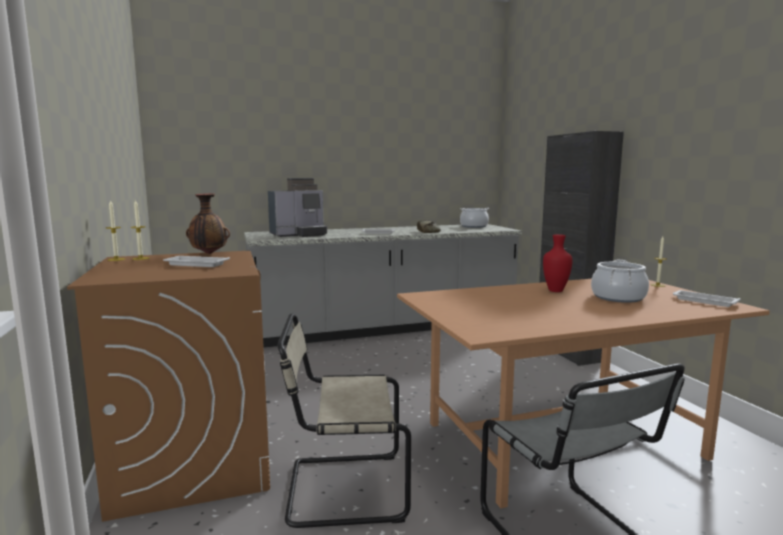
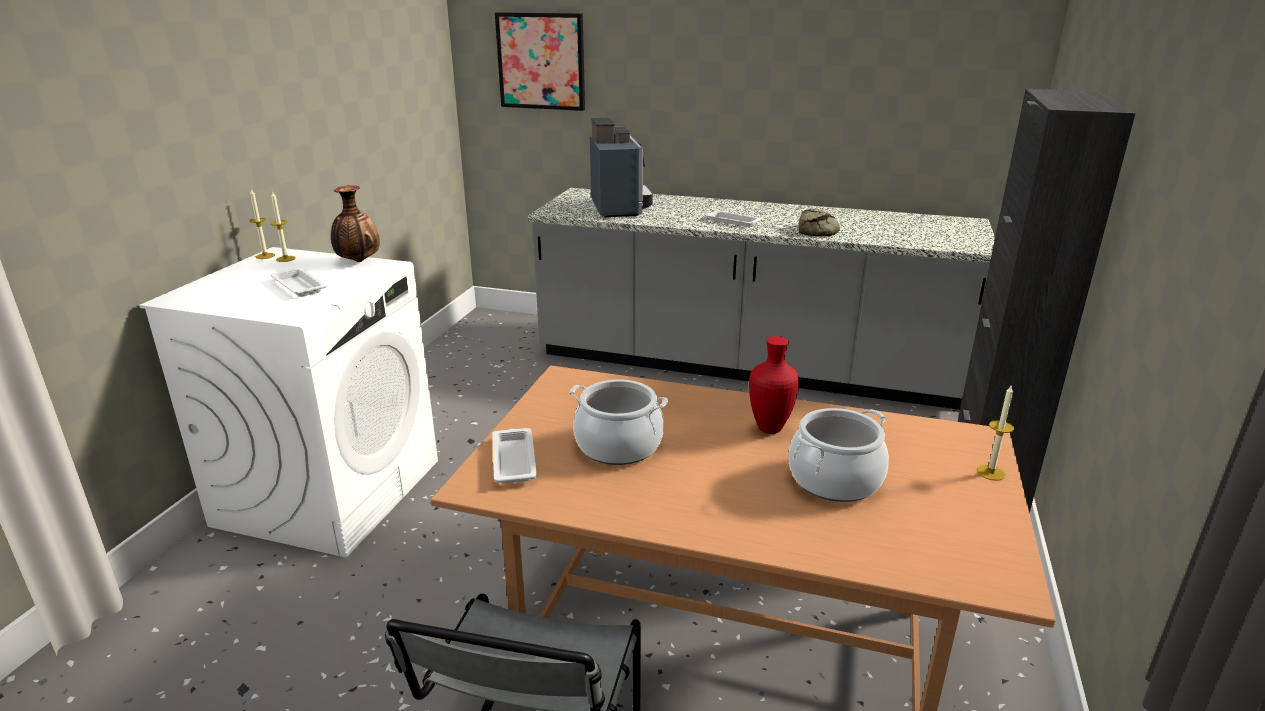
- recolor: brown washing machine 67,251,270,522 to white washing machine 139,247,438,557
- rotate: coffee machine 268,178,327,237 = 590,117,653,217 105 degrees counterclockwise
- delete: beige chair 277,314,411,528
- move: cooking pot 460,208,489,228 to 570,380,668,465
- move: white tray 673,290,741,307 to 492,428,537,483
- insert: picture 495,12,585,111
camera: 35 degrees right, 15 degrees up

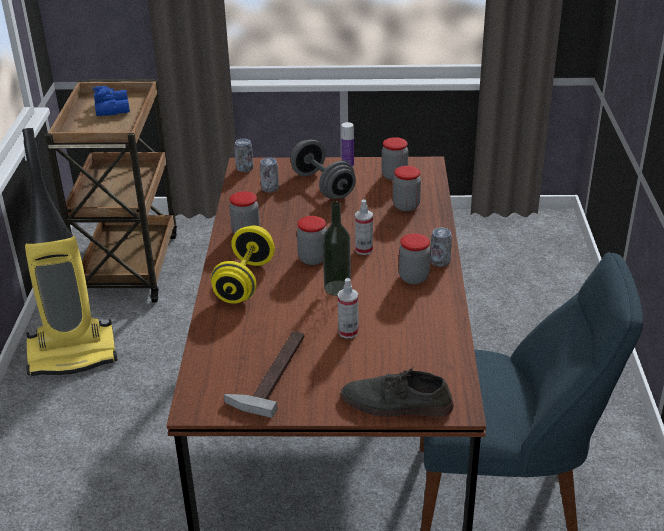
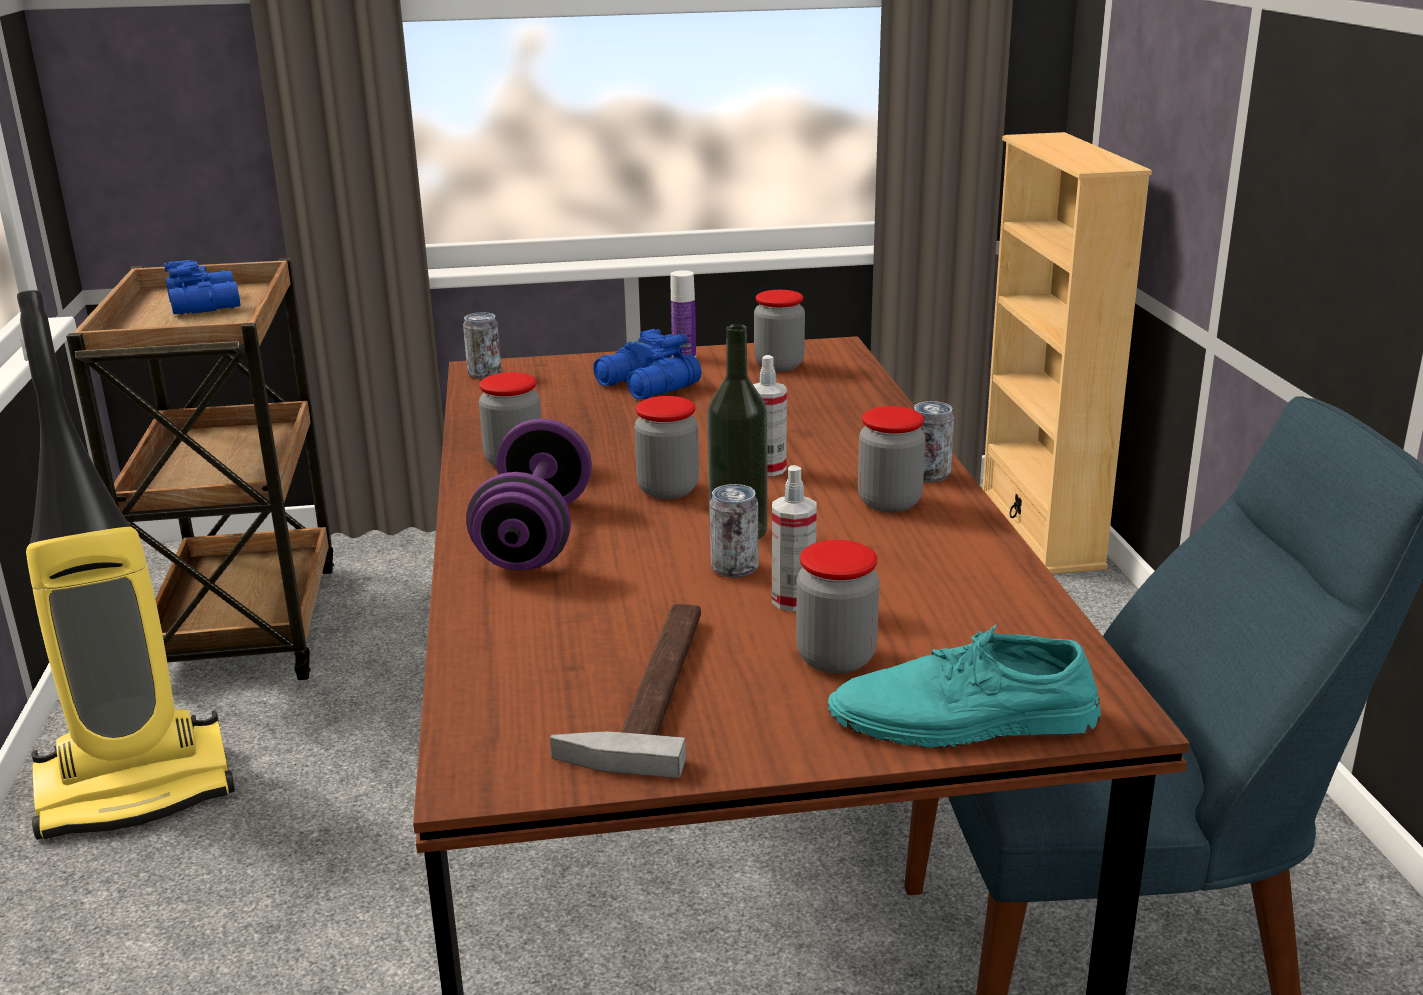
- recolor: yellow dumbbell 211,225,275,304 to purple dumbbell 466,418,592,570
- move: can 260,158,279,193 to 710,484,758,578
- replace: grey dumbbell 290,140,356,199 to blue binoculars 593,329,702,399
- recolor: grey shoe 341,367,454,417 to turquoise shoe 828,625,1101,748
- move: jar 393,166,421,211 to 796,540,880,674
- insert: beige bookcase 983,132,1152,574
camera: 10 degrees left, 10 degrees down

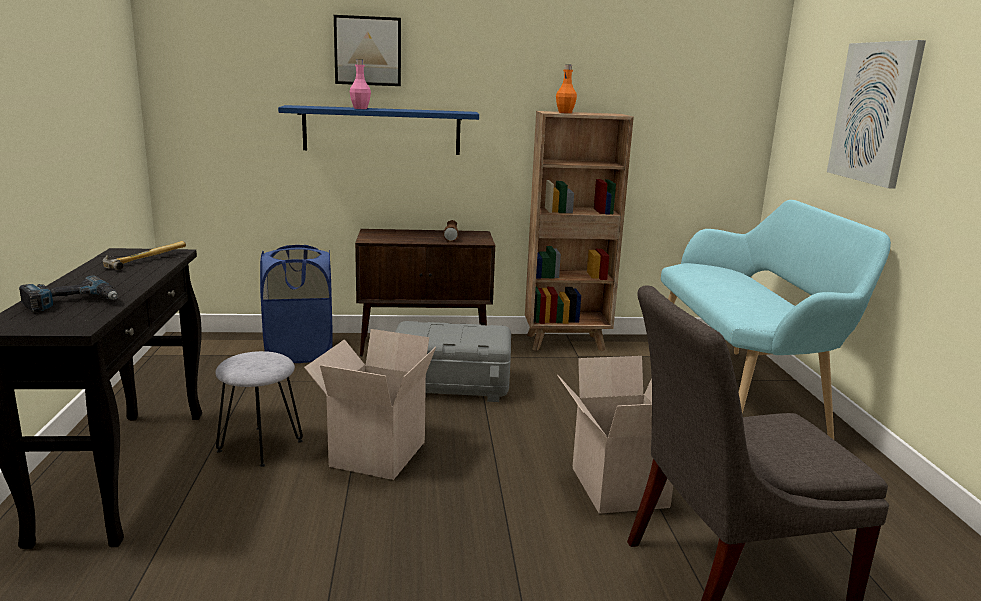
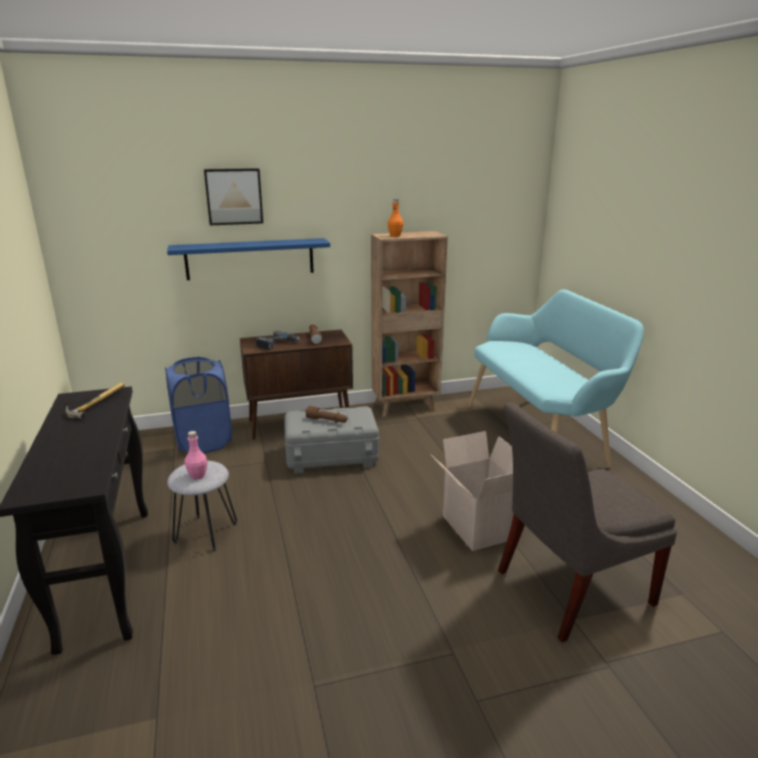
- move: power drill 19,275,118,312 to 256,331,301,350
- delete: cardboard box 304,329,436,480
- move: pink bottle 350,59,371,109 to 184,431,207,480
- delete: picture 827,40,926,189
- insert: brown flashlight 305,406,348,423
camera: 10 degrees left, 5 degrees up

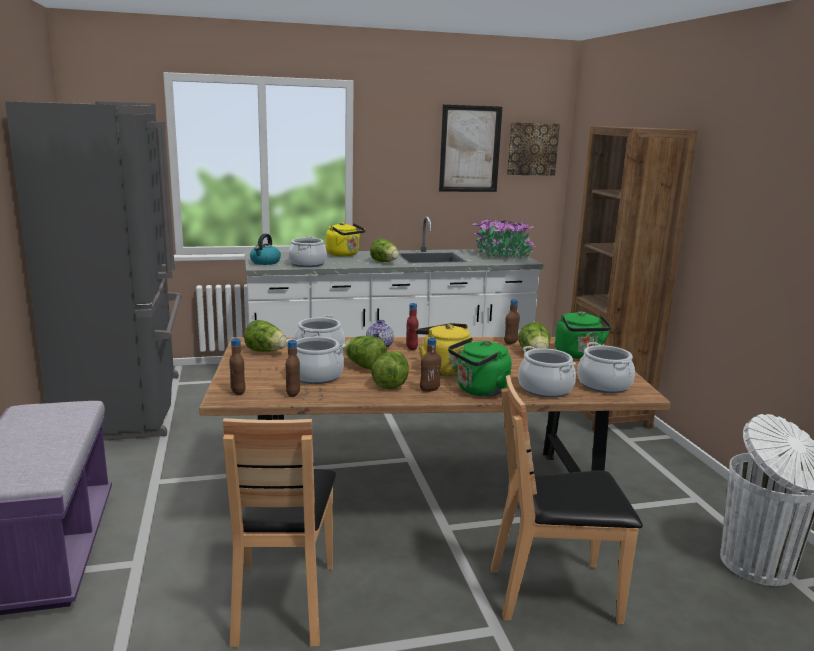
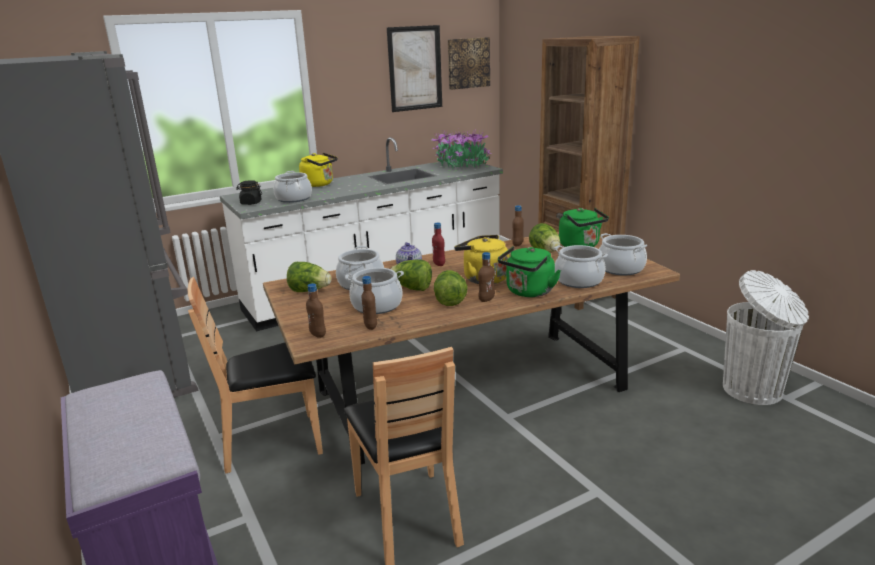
- replace: kettle 250,234,281,265 to black jar 236,180,262,205
- delete: lettuce 370,238,399,262
- move: brown chair 491,375,643,624 to 187,277,323,473
camera: 15 degrees left, 5 degrees up

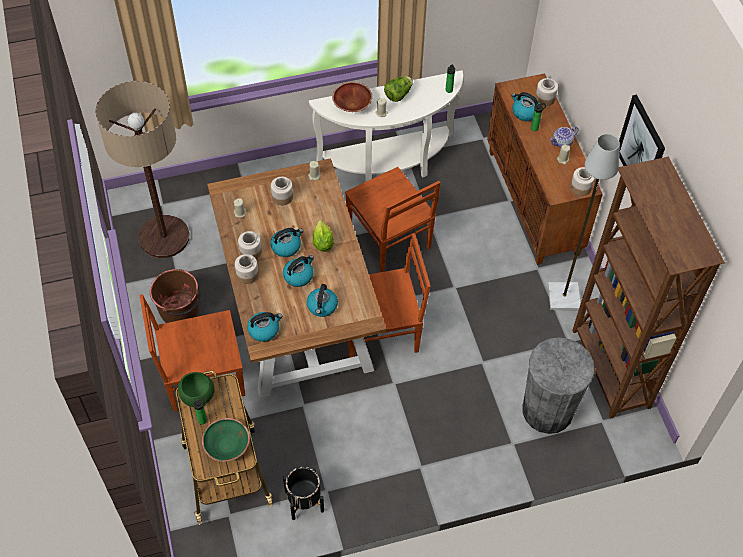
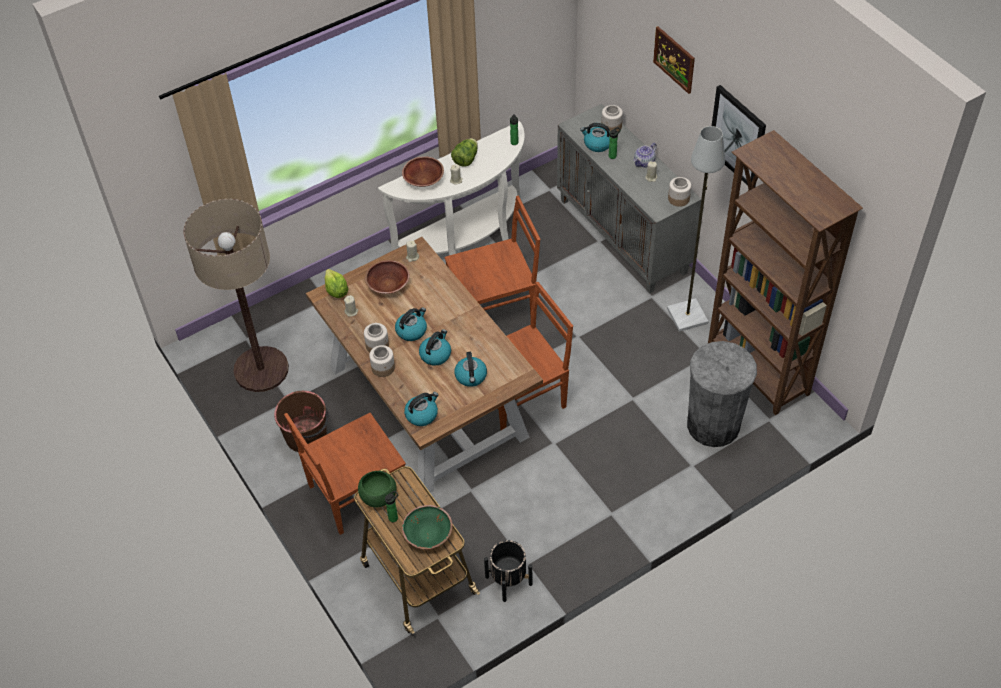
- replace: jar 271,177,293,205 to brown bowl 365,260,410,294
- move: lettuce 312,220,334,252 to 324,269,348,298
- rotate: brown chair 345,167,440,272 = 445,196,540,317 60 degrees counterclockwise
- recolor: brown cabinet 487,73,603,265 to grey cabinet 557,104,701,293
- insert: picture 653,26,695,94
camera: 15 degrees left, 5 degrees down

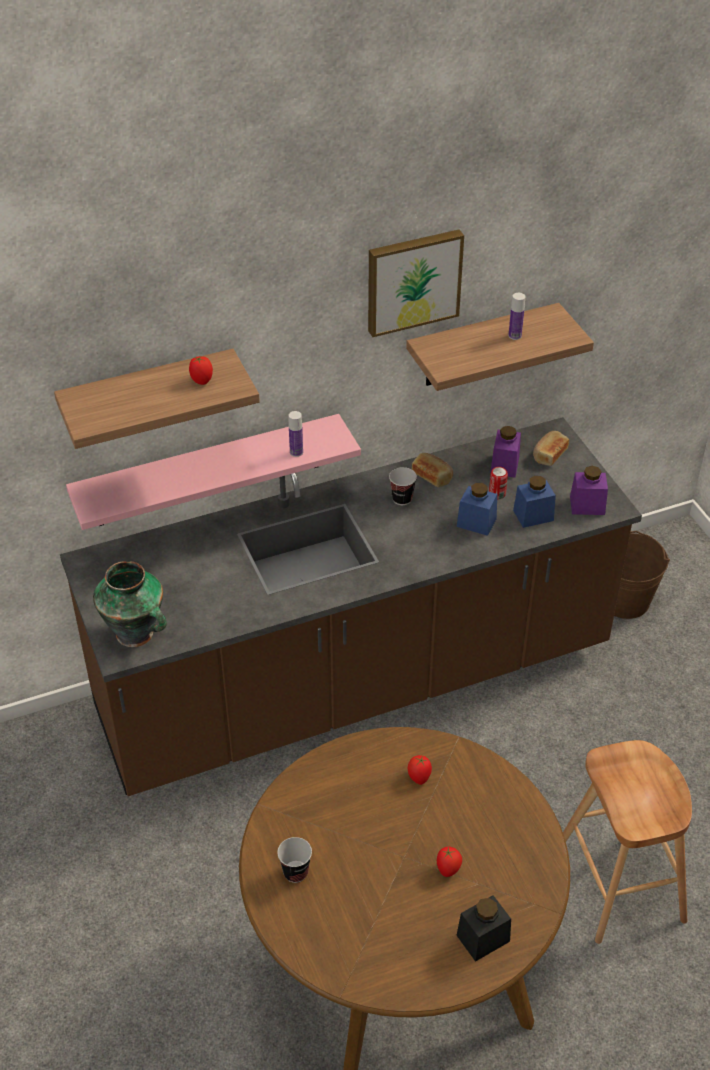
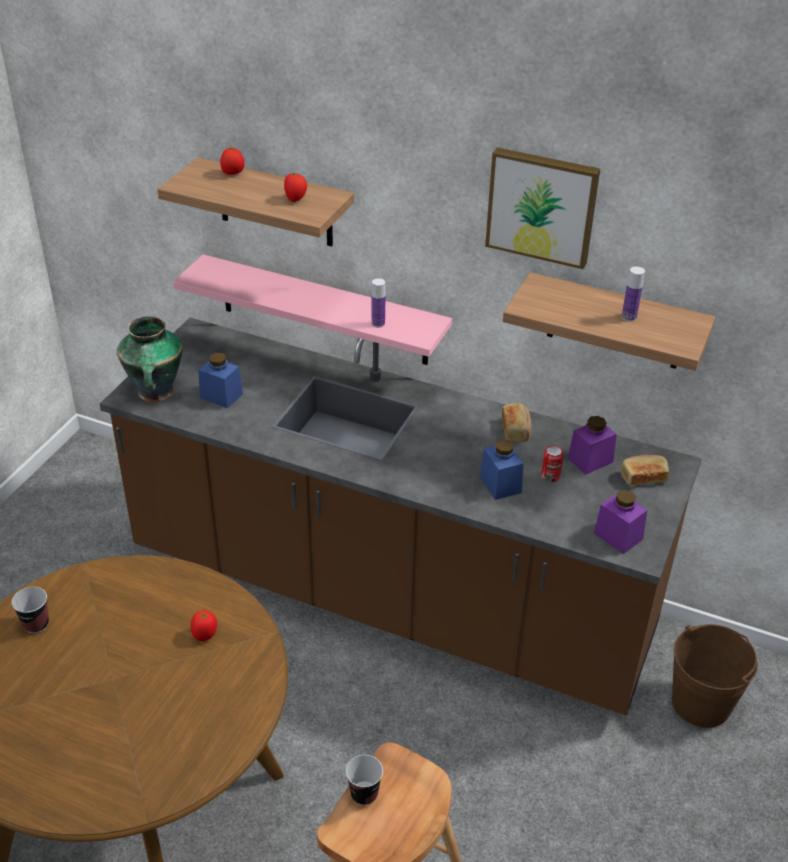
- move: cup 389,467,417,505 to 346,755,383,805
- move: tomato 437,846,462,877 to 220,147,245,175
- delete: black jar 457,895,511,962
- move: blue jar 513,476,556,528 to 198,353,243,408
camera: 45 degrees right, 5 degrees down

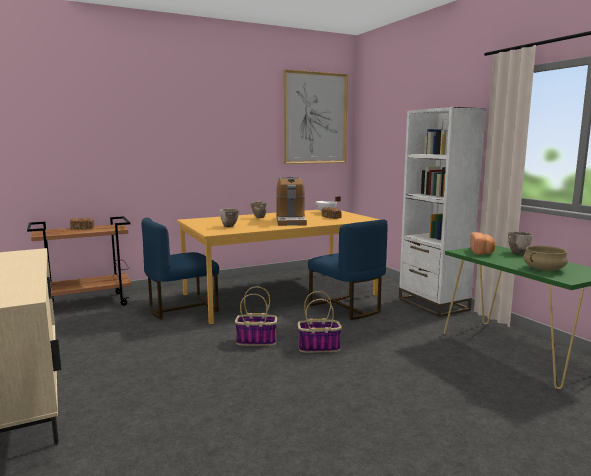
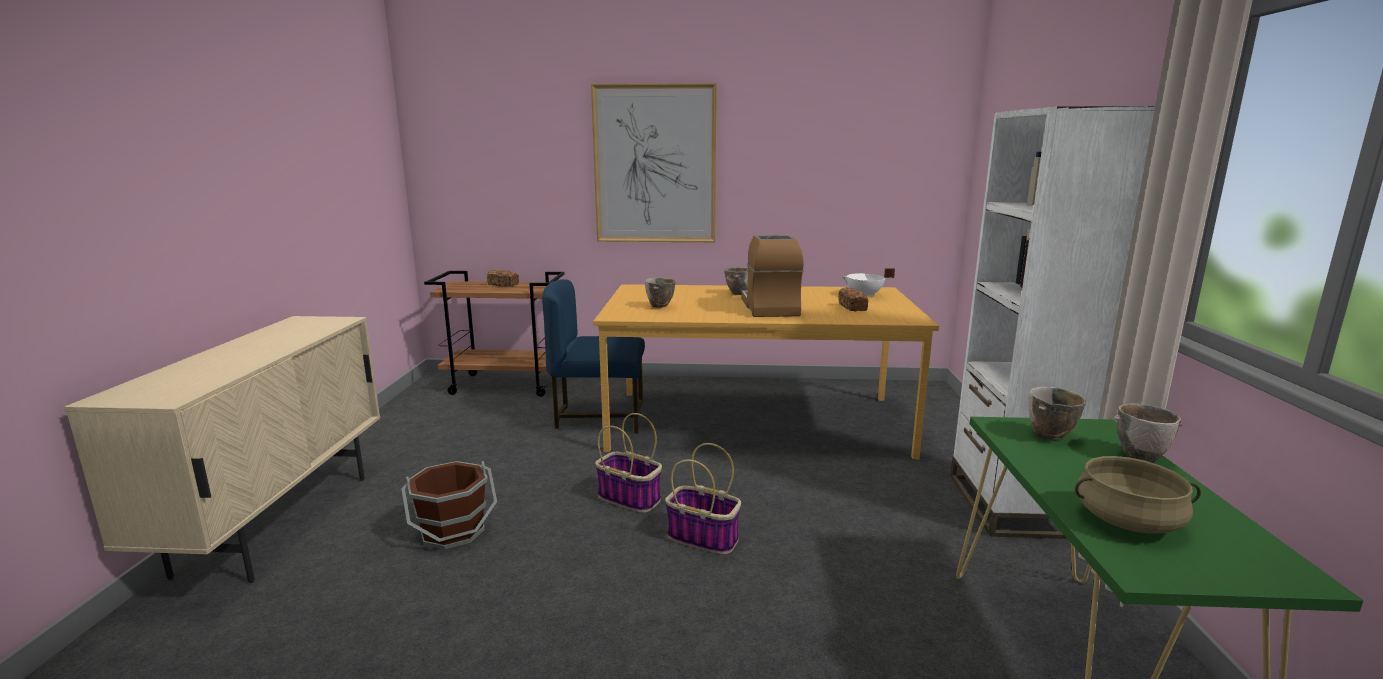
- rotate: coffee machine 276,177,307,226 = 741,235,804,317 150 degrees clockwise
- move: picture 284,69,348,164 to 591,83,717,242
- delete: blue chair 308,220,388,320
- replace: bread 470,232,495,255 to bowl 1028,387,1086,440
- insert: brown bucket 401,461,497,549
camera: 30 degrees right, 5 degrees up

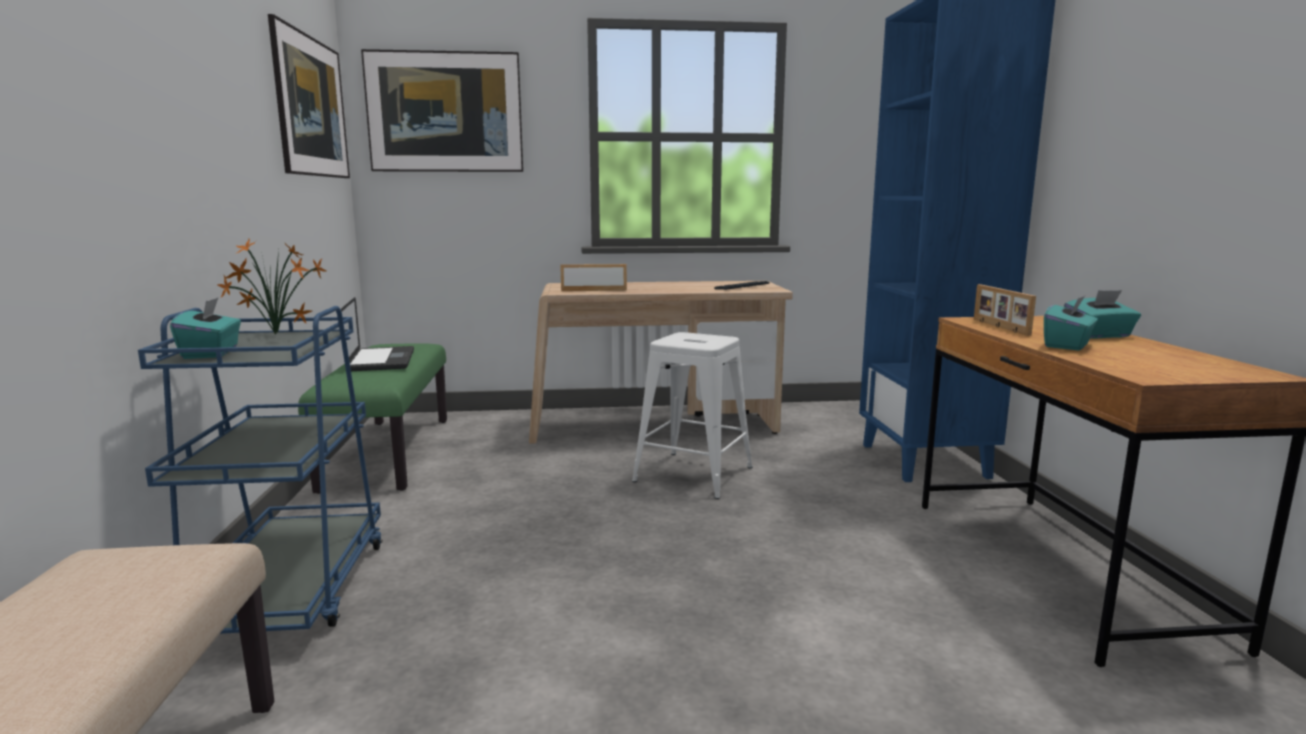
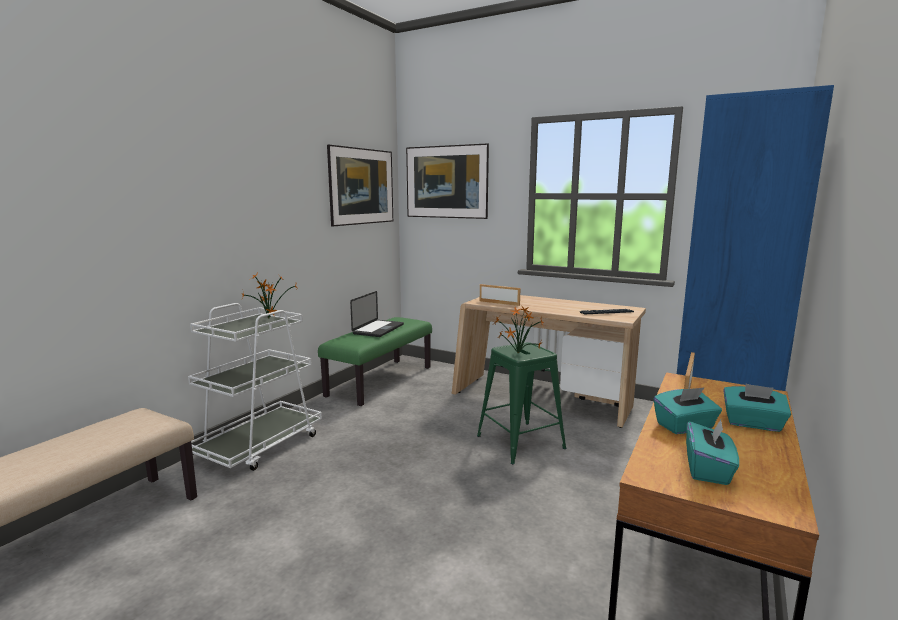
- recolor: blue cart 138,306,383,634 to white cart 188,303,322,471
- move: turquoise tissue box 170,297,241,359 to 686,419,739,485
- recolor: white stool 632,332,753,499 to green stool 477,342,566,464
- insert: potted plant 492,306,544,353
camera: 35 degrees right, 0 degrees up

